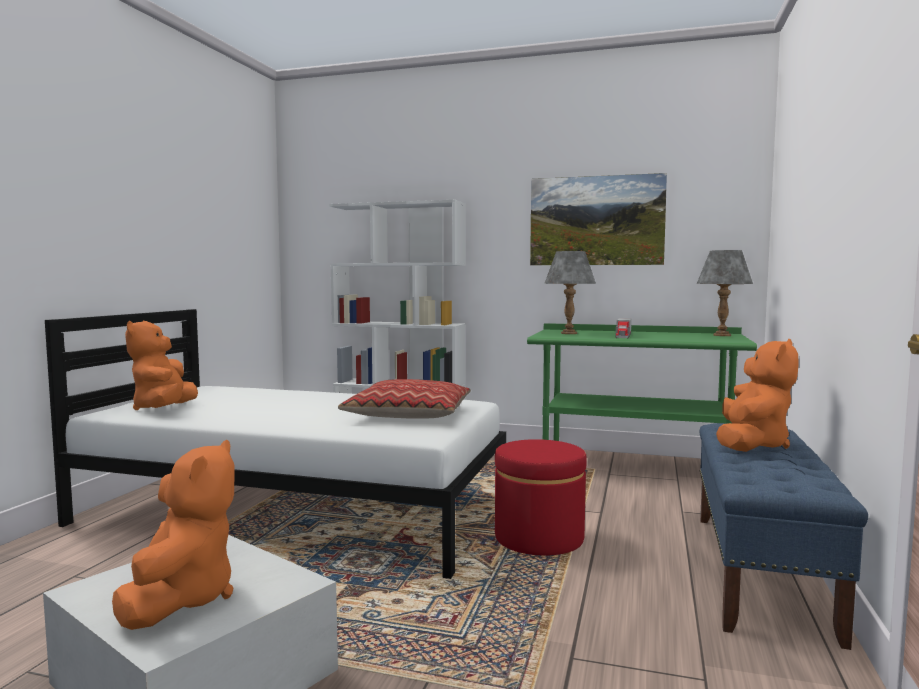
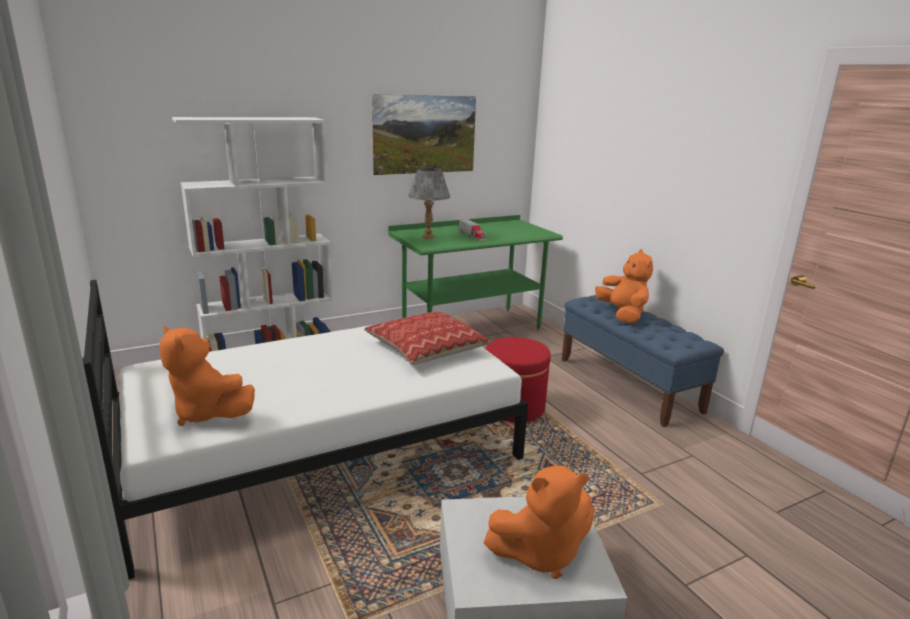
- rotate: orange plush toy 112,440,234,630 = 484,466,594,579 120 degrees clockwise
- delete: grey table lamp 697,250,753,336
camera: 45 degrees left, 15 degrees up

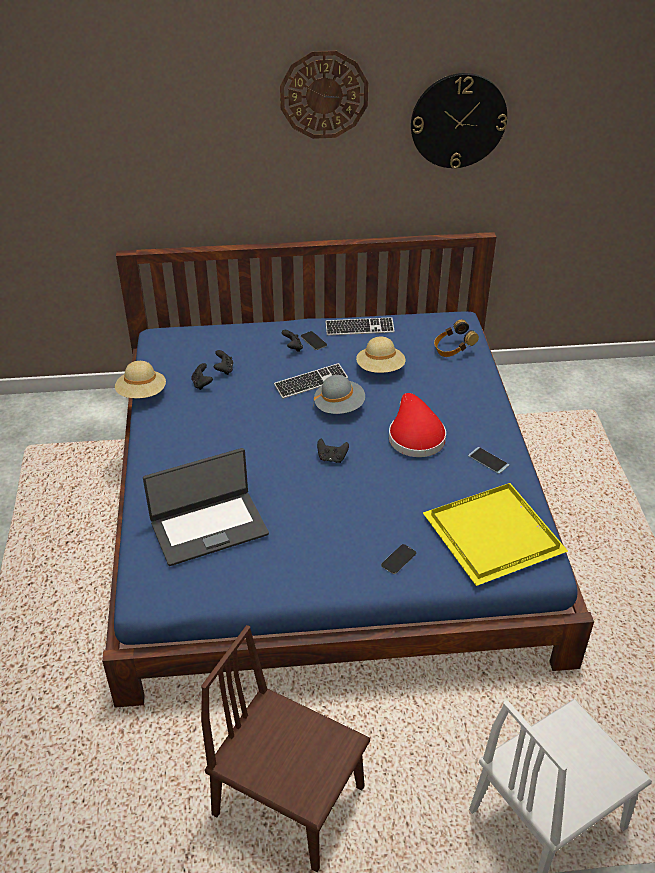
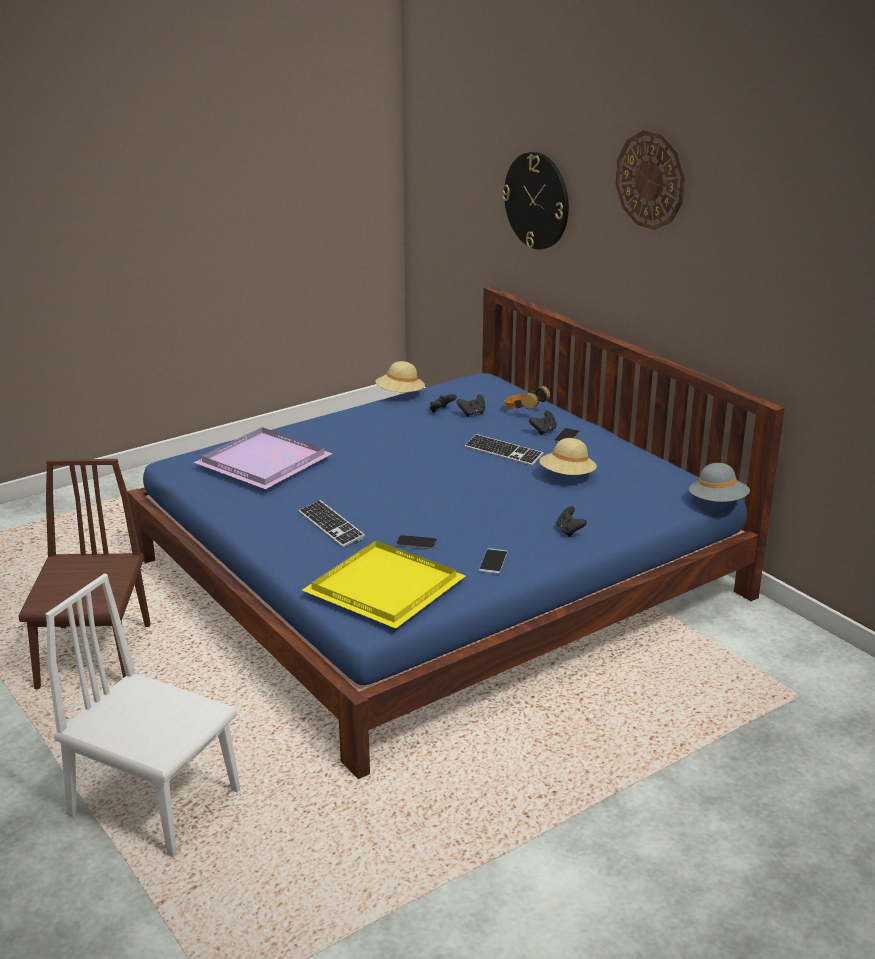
- replace: laptop 143,448,269,566 to purple tray 194,427,333,489
- move: grey hat 314,375,365,414 to 689,463,750,502
- move: black game controller 317,439,349,463 to 556,506,587,537
- move: keyboard 325,317,395,336 to 298,500,365,547
- move: phone 381,544,416,574 to 396,535,437,549
- delete: red hat 389,393,446,457
- move: wall clock 411,73,507,169 to 502,152,569,250
- move: headphones 434,320,479,357 to 504,386,550,410
camera: 60 degrees right, 15 degrees down

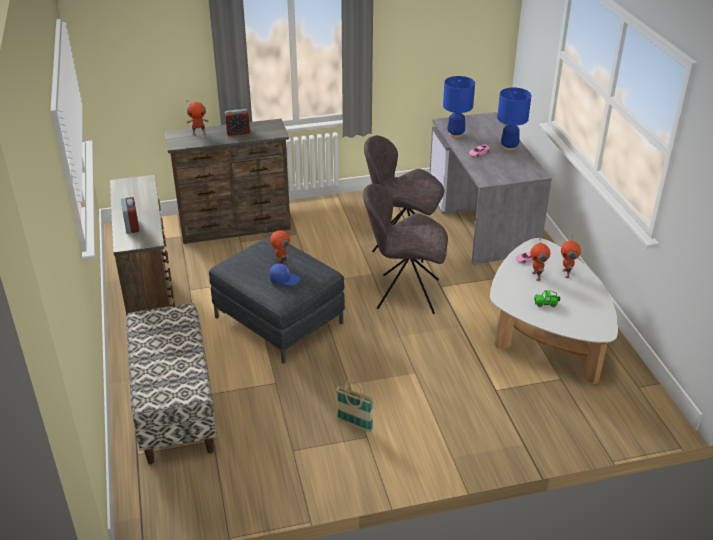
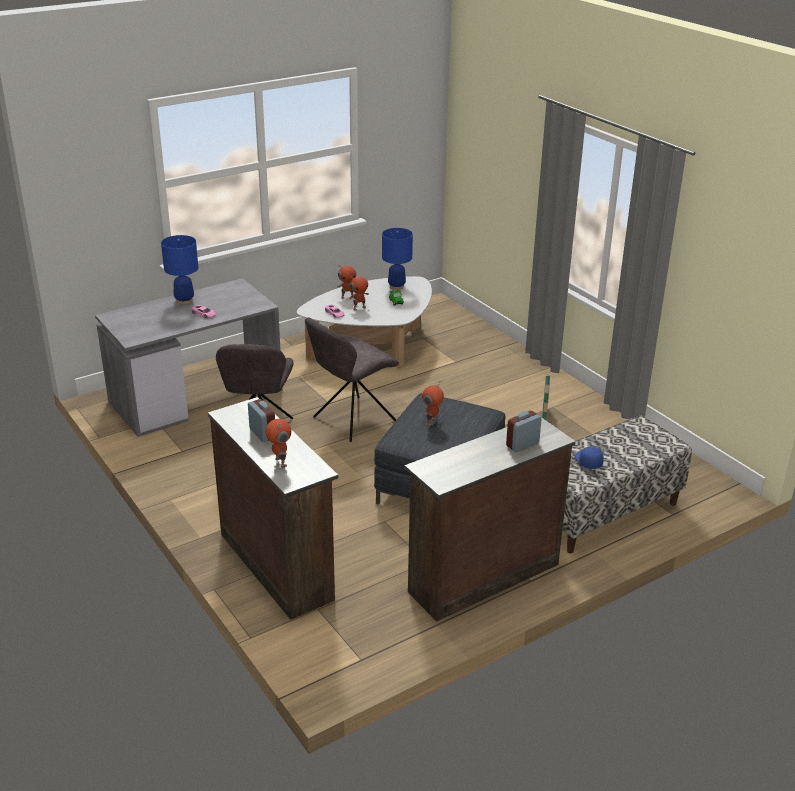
- move: blue cap 269,264,300,286 to 575,446,604,469
- rotate: grey chair 363,184,448,314 = 305,317,399,442 60 degrees clockwise
- move: blue table lamp 443,76,475,138 to 382,228,413,290
camera: 110 degrees left, 5 degrees down

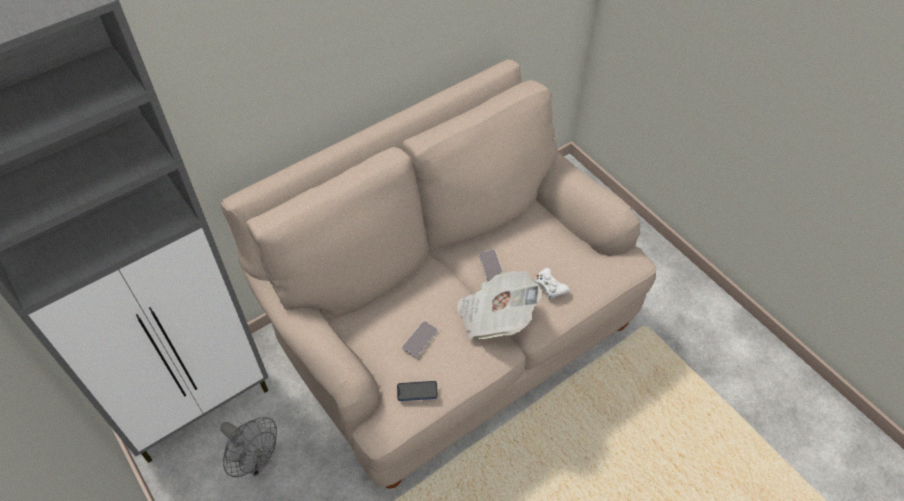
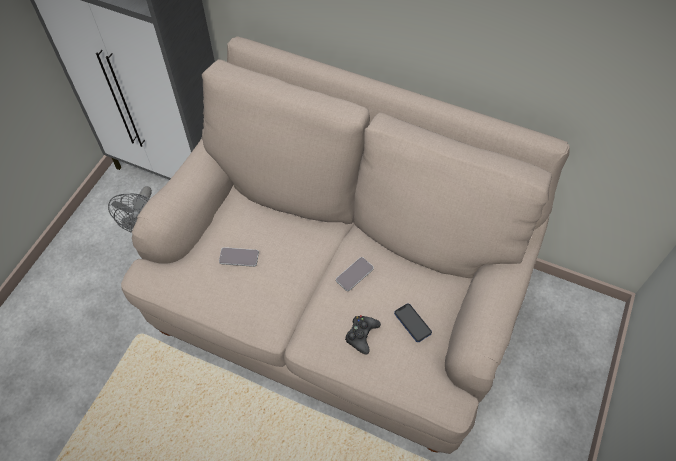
- move: phone 397,381,438,401 to 394,304,432,342
- delete: newspaper 457,271,542,339
- recolor: white game controller 534,268,570,299 to black game controller 345,315,381,355
camera: 60 degrees right, 5 degrees up

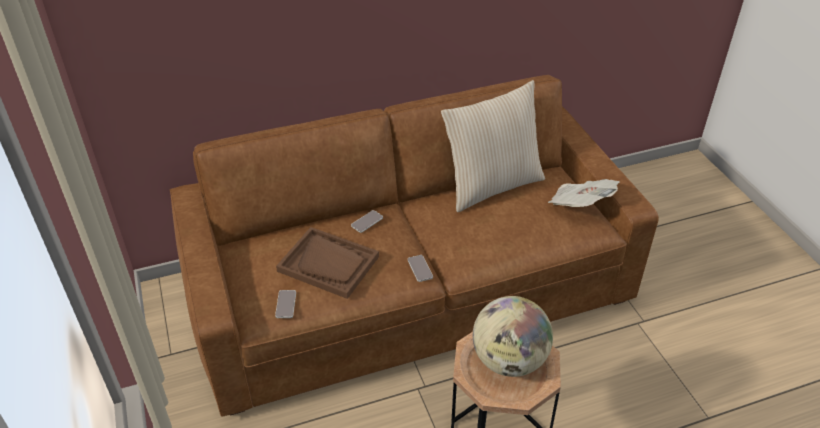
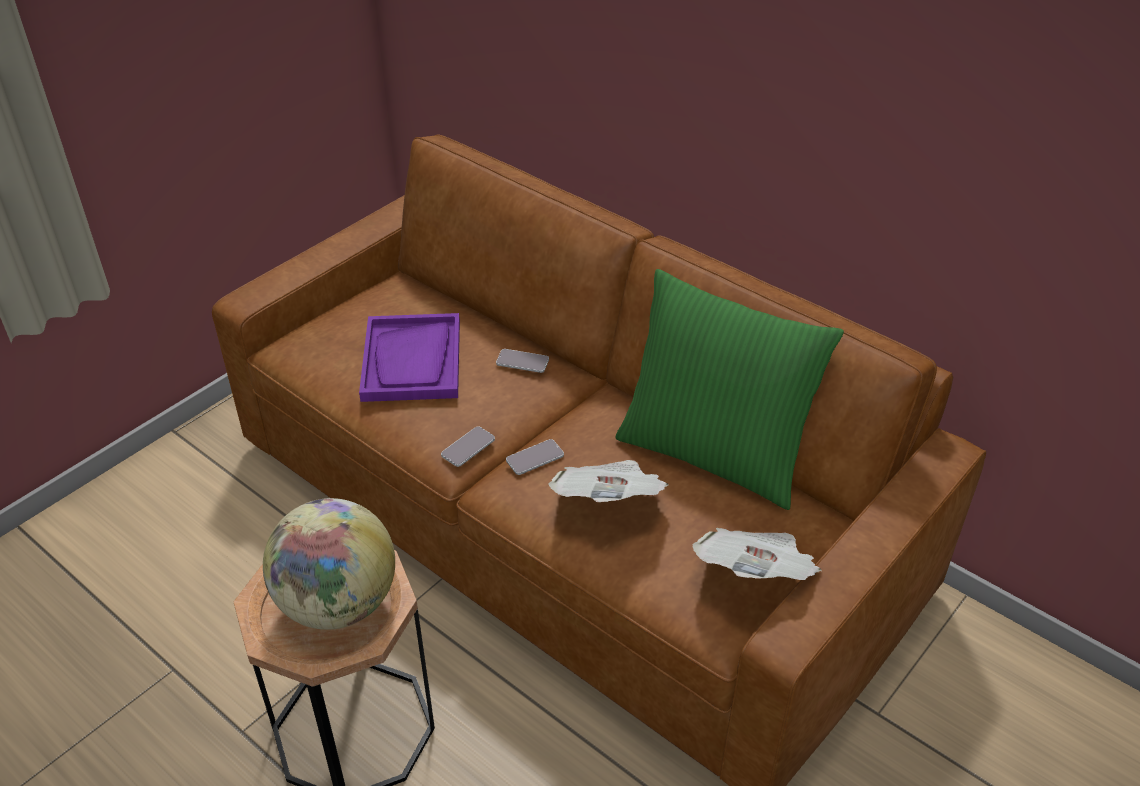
- move: phone 275,290,296,318 to 506,439,564,475
- recolor: brown tray 276,227,379,299 to purple tray 359,313,460,402
- recolor: beige pillow 441,80,545,212 to green pillow 615,269,844,510
- insert: newspaper 549,460,669,502
camera: 60 degrees right, 0 degrees up

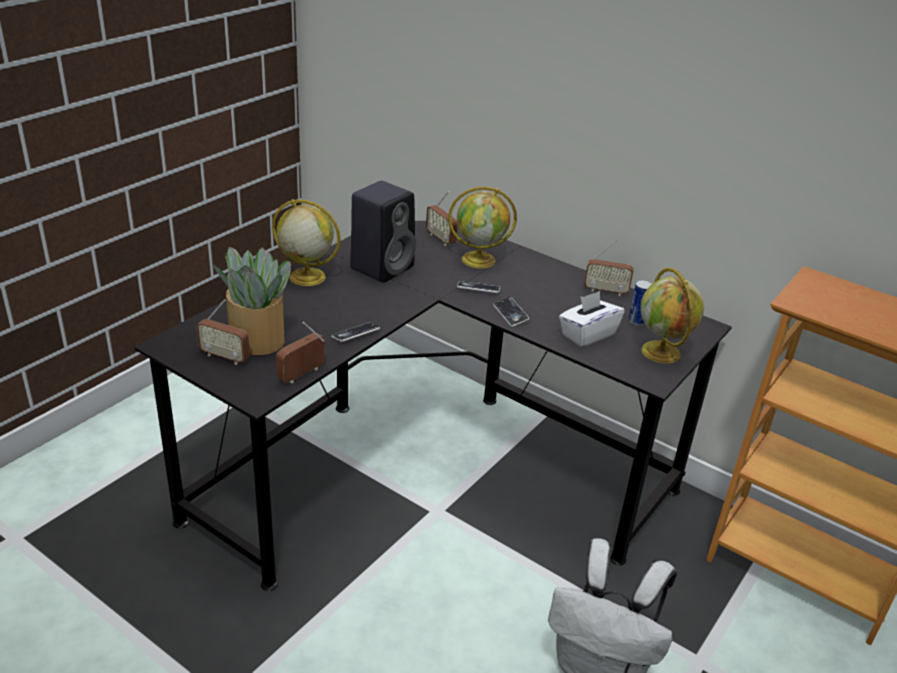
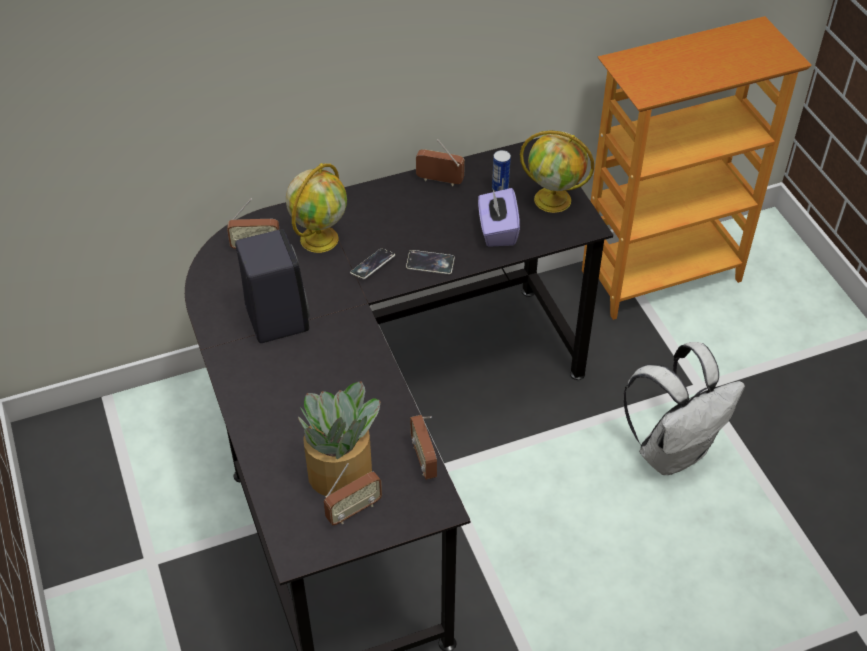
- delete: globe 272,199,341,286
- delete: phone 331,323,380,342
- recolor: white tissue box 559,291,624,347 to purple tissue box 478,188,520,247
- rotate: radio 584,240,634,296 = 416,139,465,186 120 degrees counterclockwise
camera: 55 degrees left, 15 degrees up

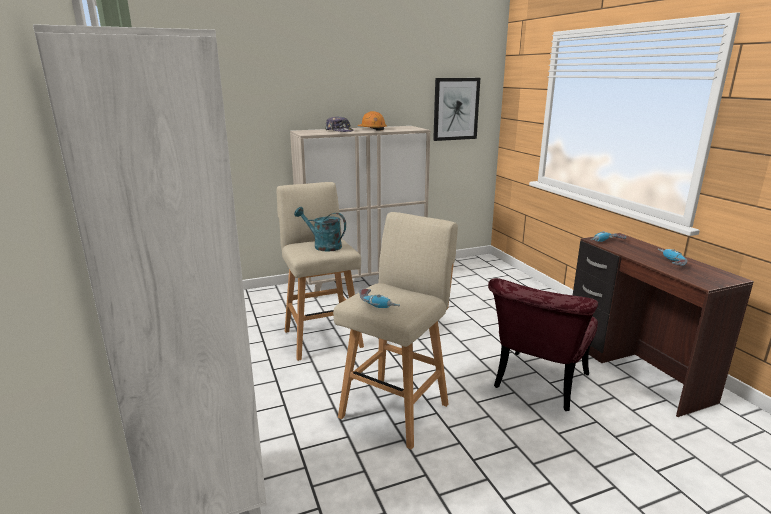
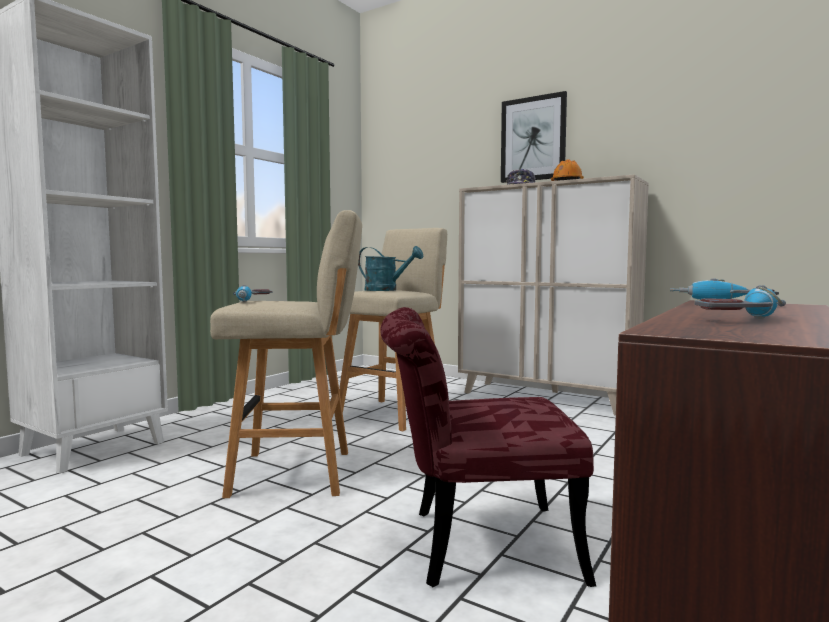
- rotate: turquoise watering can 294,207,346,252 = 358,246,423,291 120 degrees clockwise
- move: picture 433,78,480,141 to 501,91,567,183
camera: 55 degrees right, 15 degrees down

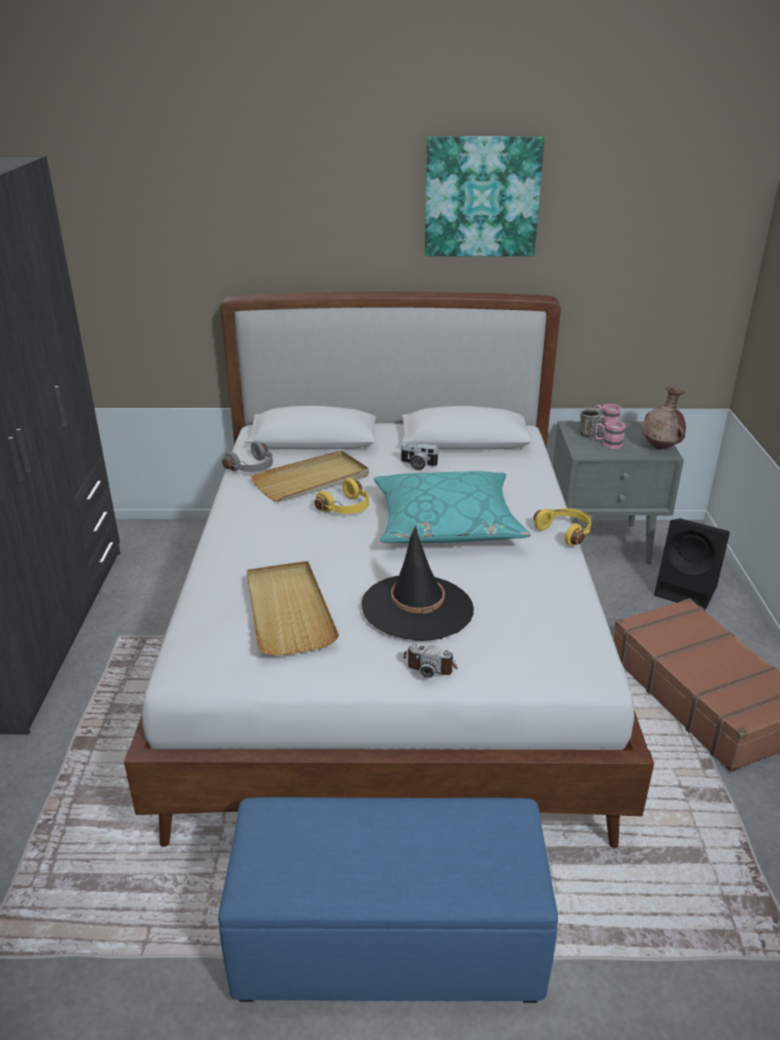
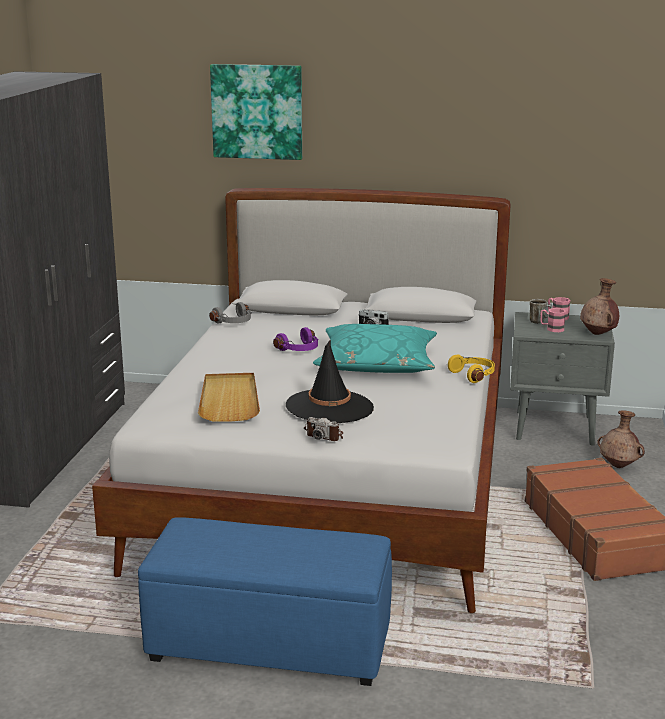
- delete: beige tray 250,450,369,502
- recolor: yellow headphones 314,478,369,514 to purple headphones 273,327,318,351
- move: picture 425,136,544,256 to 210,64,302,160
- replace: black speaker 654,518,730,610 to brown vase 597,411,645,468
camera: 10 degrees right, 10 degrees down

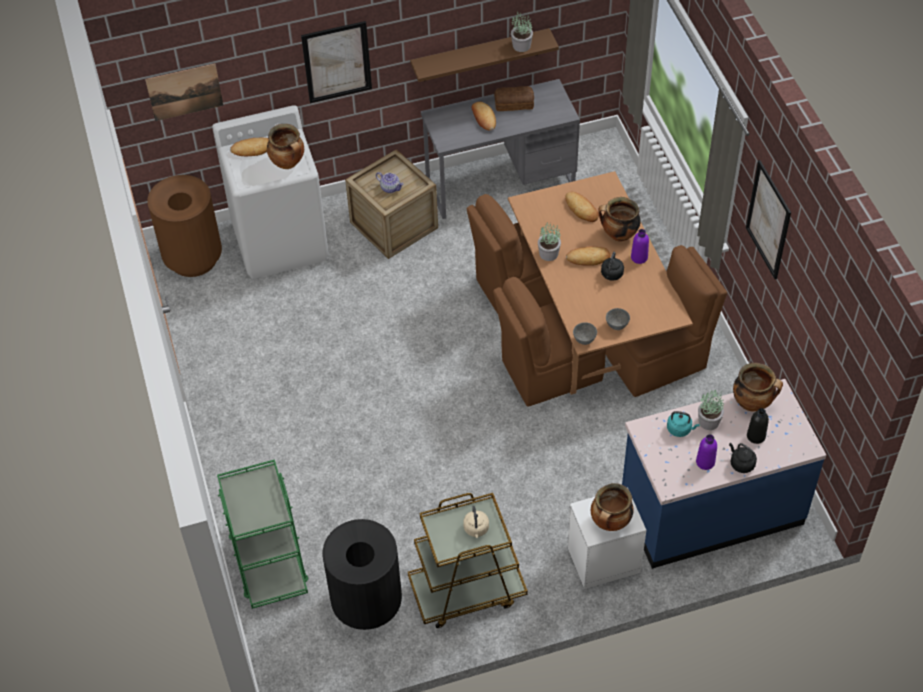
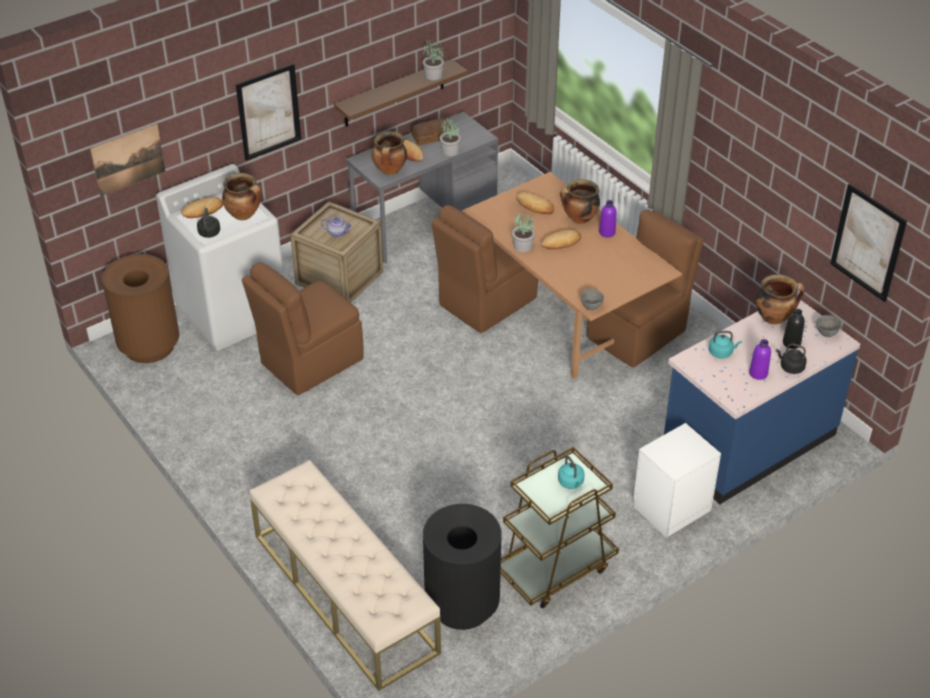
- replace: green cart 217,459,308,609 to beige bench 250,460,441,691
- recolor: beige kettle 463,506,489,538 to turquoise kettle 558,456,584,489
- move: brown chair 493,277,606,407 to 242,262,364,395
- move: cooking pot 591,483,634,531 to 372,131,407,175
- move: black kettle 601,252,624,281 to 197,208,220,238
- move: grey bowl 606,308,630,330 to 816,315,842,337
- move: potted plant 698,390,724,430 to 440,117,461,156
- move: picture 746,160,791,279 to 830,184,907,302
camera: 20 degrees left, 10 degrees down

